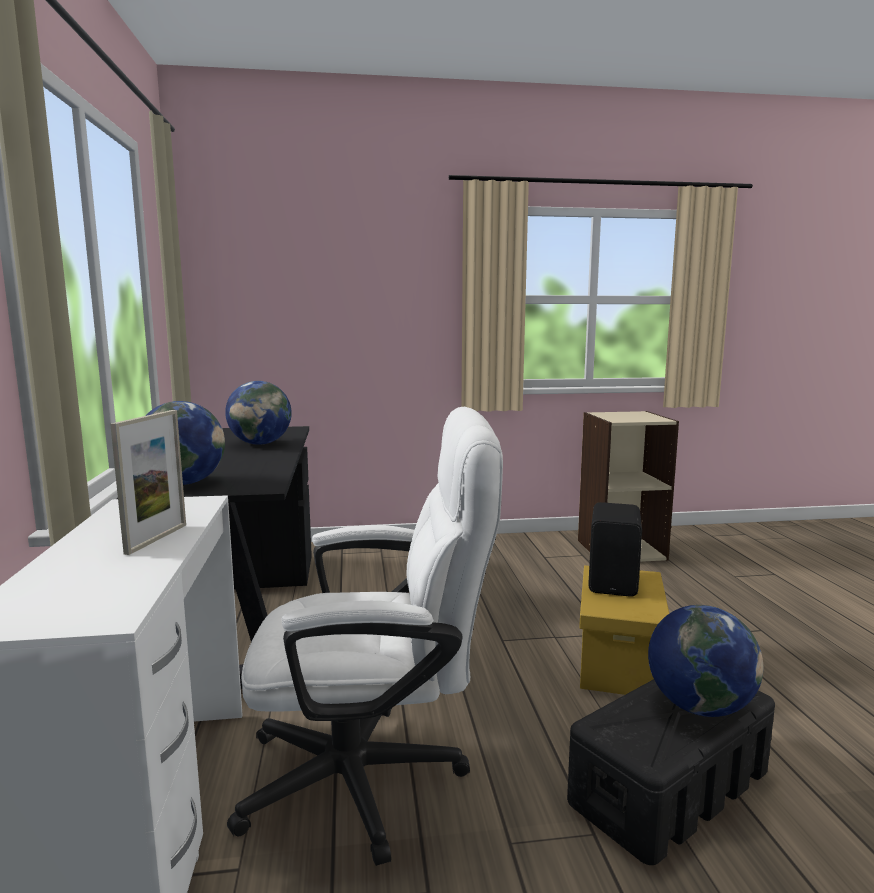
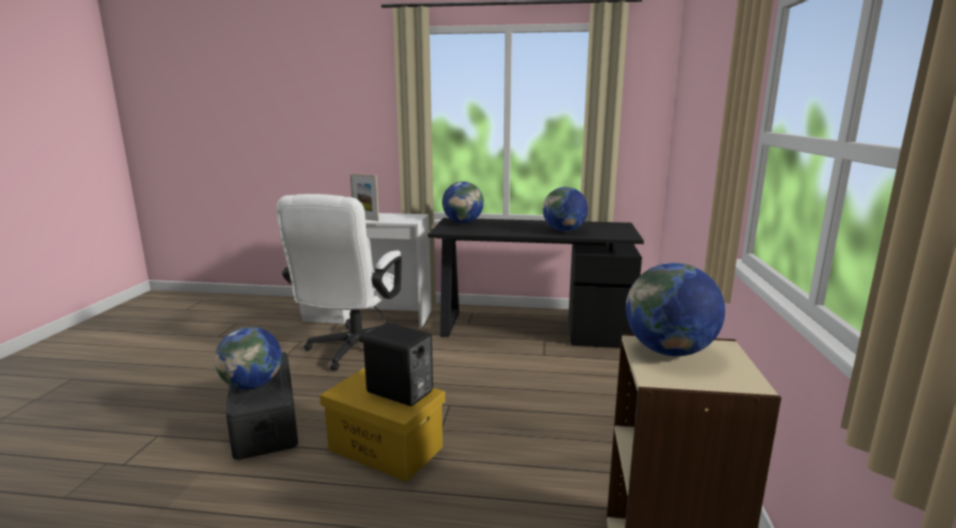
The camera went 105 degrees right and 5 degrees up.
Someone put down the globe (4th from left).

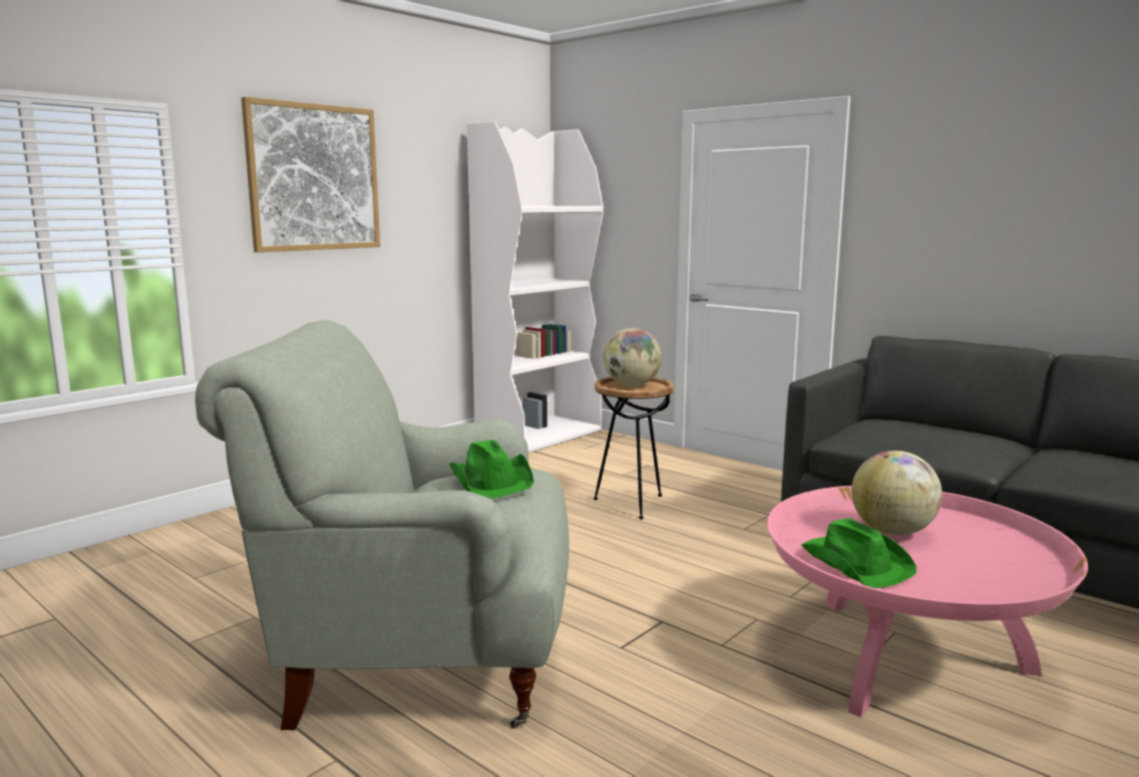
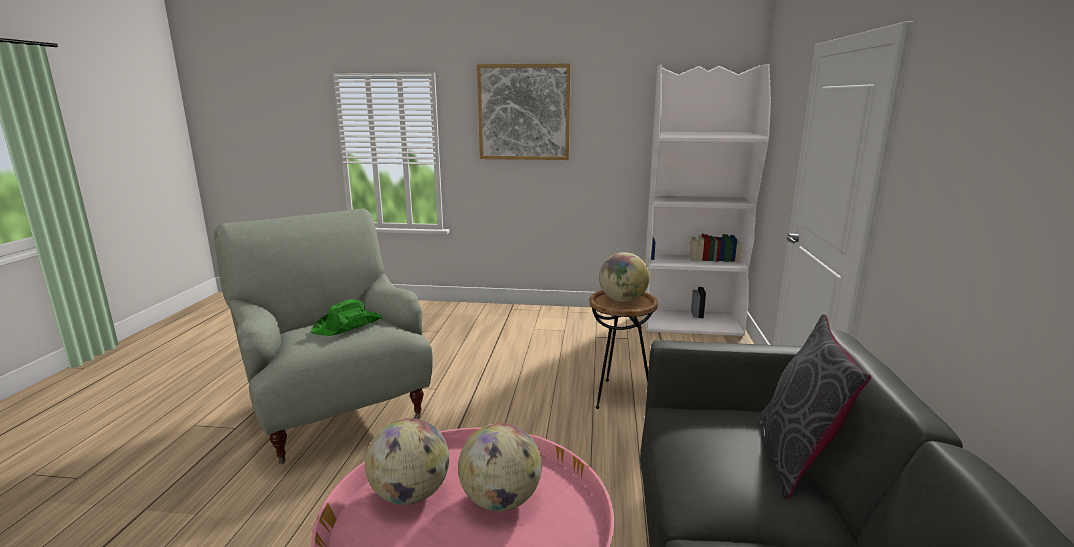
The camera went 55 degrees right and 5 degrees up.
Someone swapped the hat in green (2nd from left) for the globe (1st from left).
Someone put down the pillow in grey.

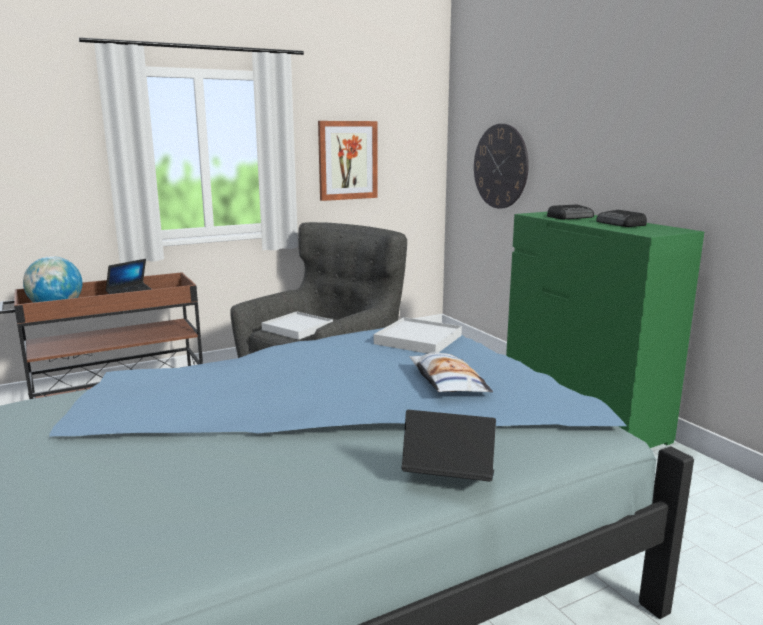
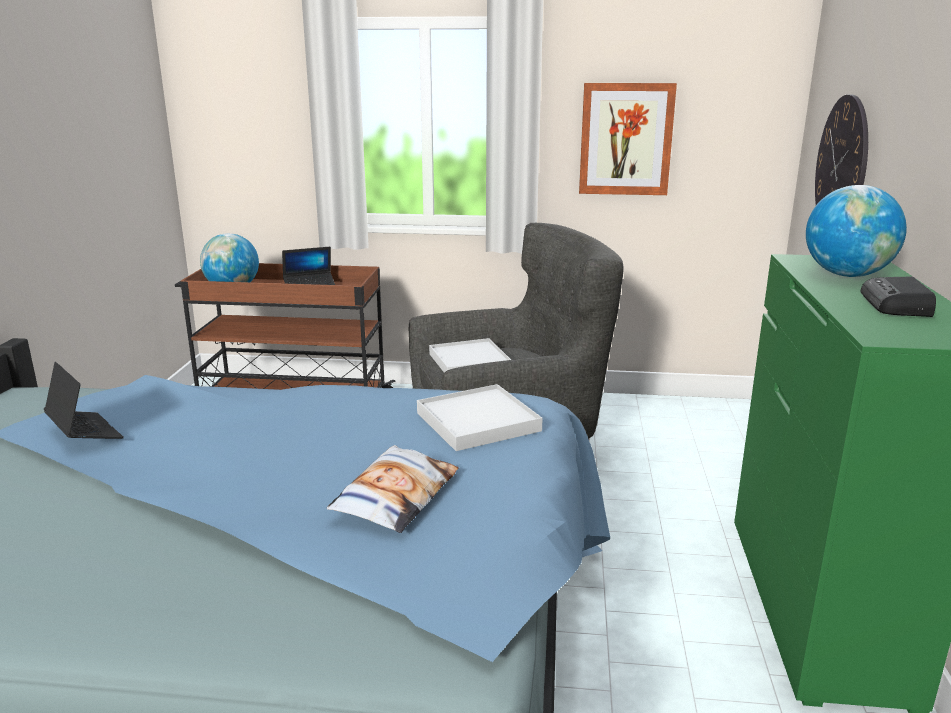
The camera went 35 degrees right and 5 degrees up.
Someone carried the laptop (2nd from left in the first image).
Someone swapped the radio (1st from left) for the globe (2nd from left).

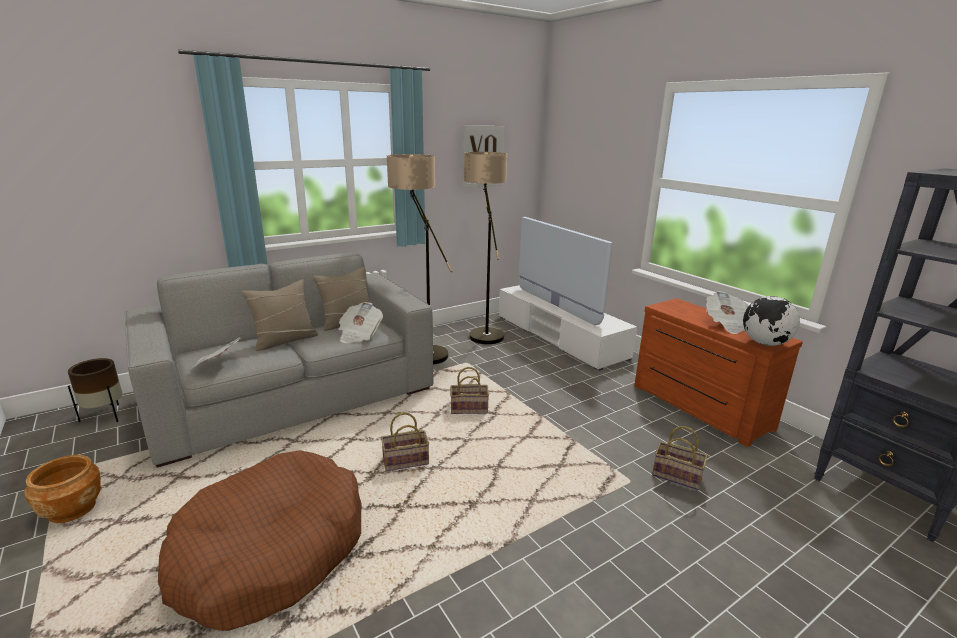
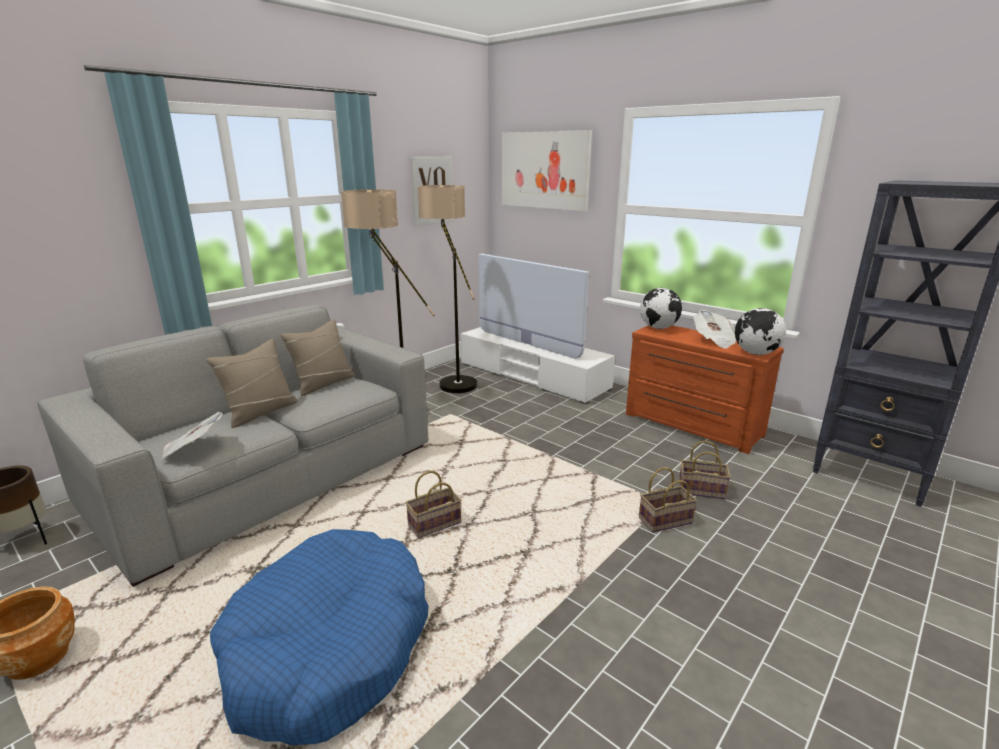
The camera went 15 degrees left and 0 degrees up.
Someone repainted the dog bed in brown, which became the dog bed in blue.
Someone put up the picture (2nd from left).
Someone carried the basket (2nd from left).
Someone put down the globe (1st from left).
Someone took away the newspaper (2nd from left).

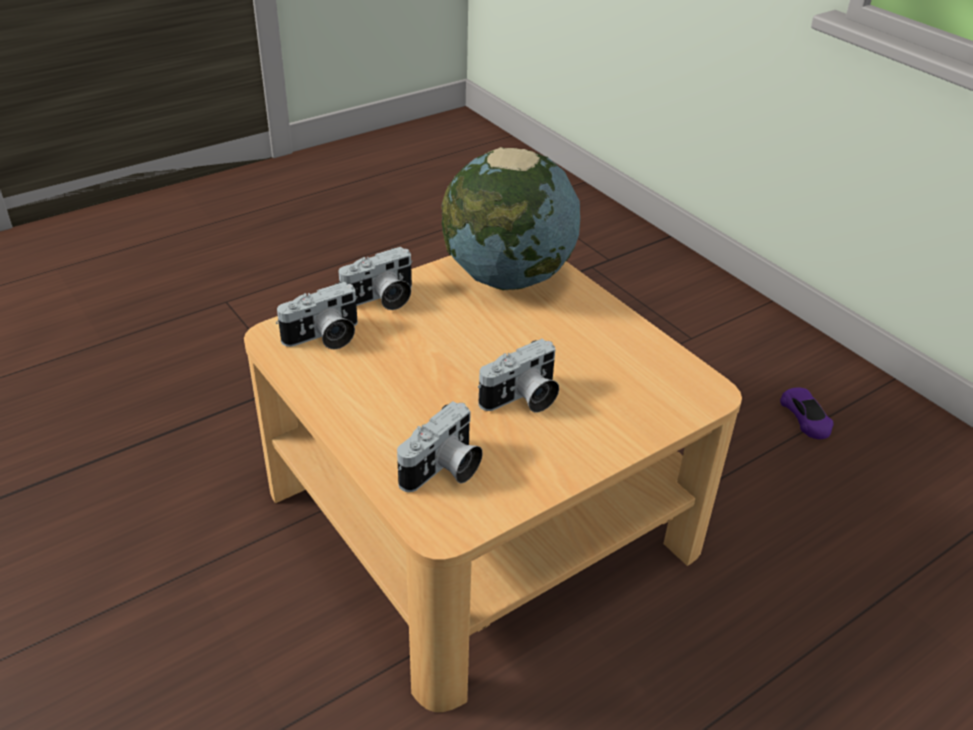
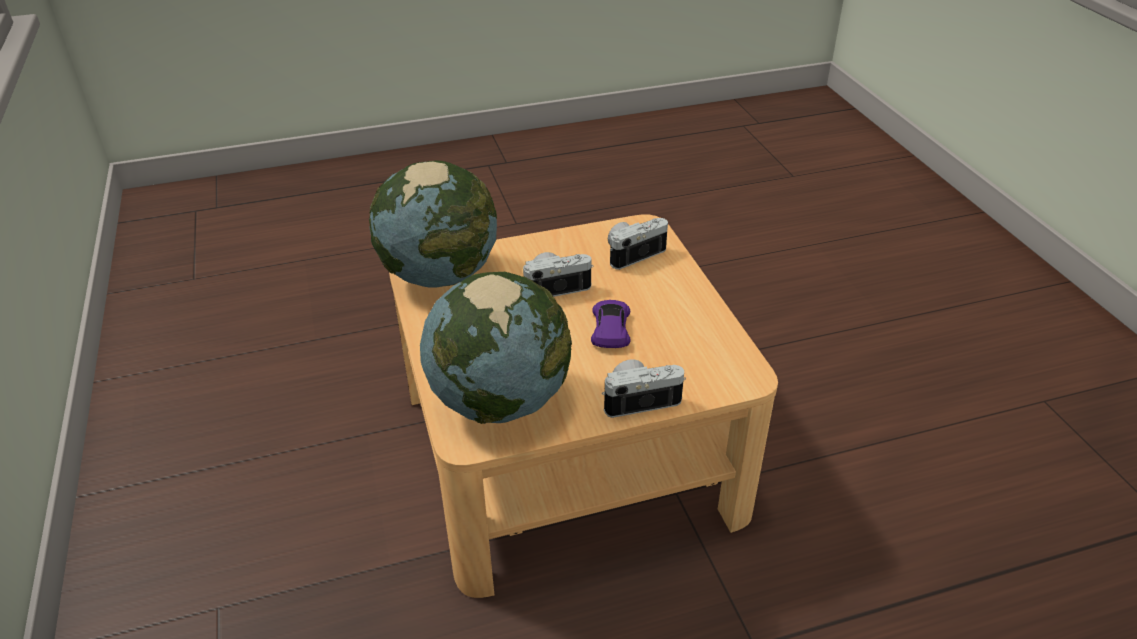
The camera went 160 degrees left and 0 degrees up.
Someone put down the globe (1st from left).
Someone carried the toy car in purple.
Someone took away the photo camera (1st from left).

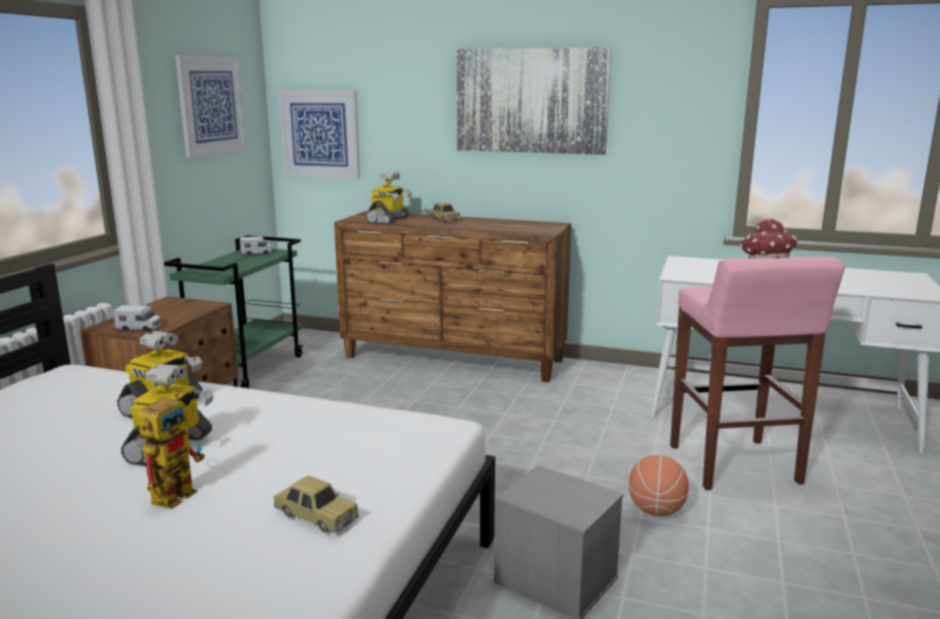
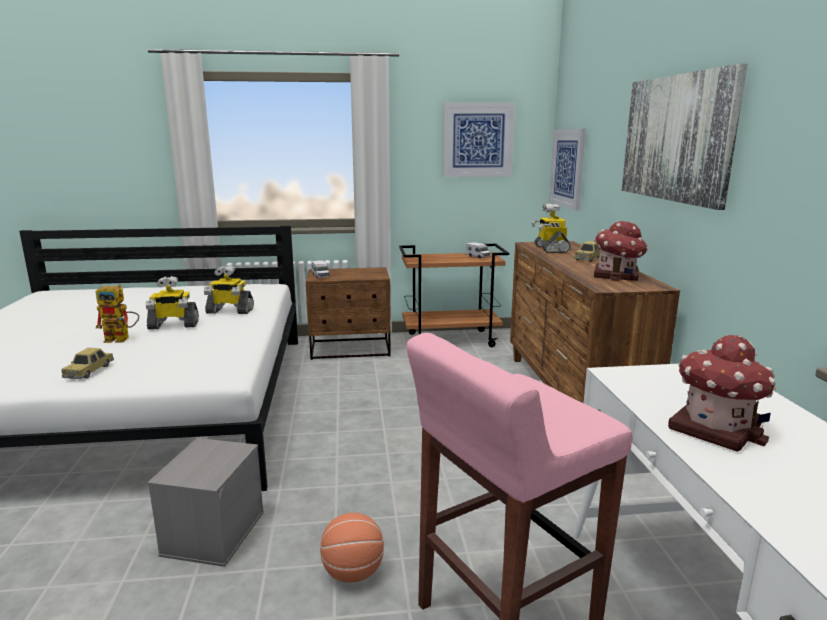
The camera went 65 degrees right and 0 degrees up.
Someone repainted the cart in green, which became the cart in brown.
Someone rotated the toy robot (4th from left) by 90 degrees clockwise.
Someone put down the toy house (1st from left).

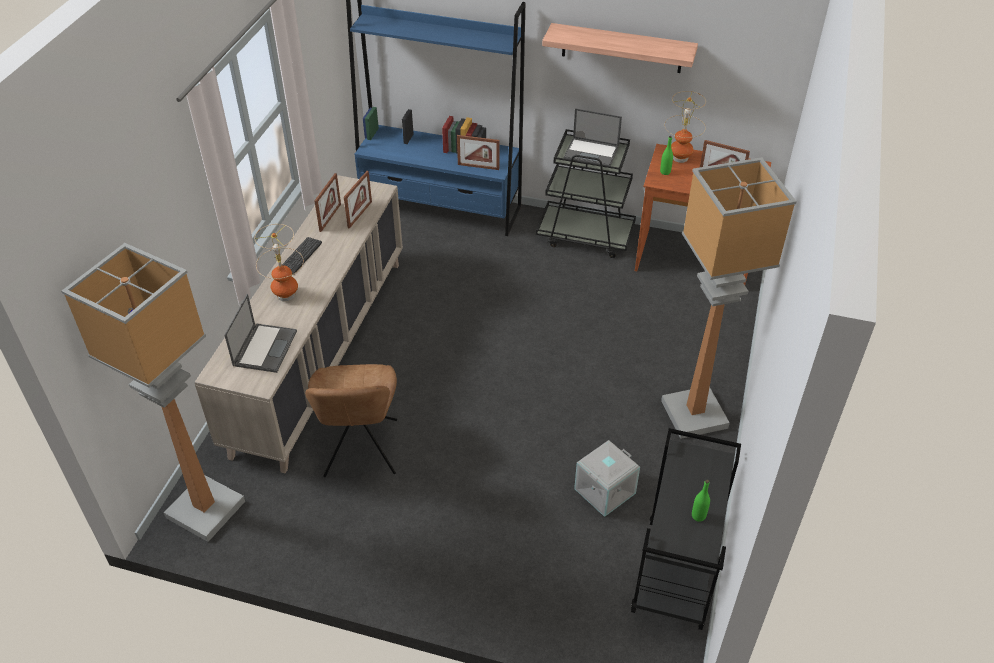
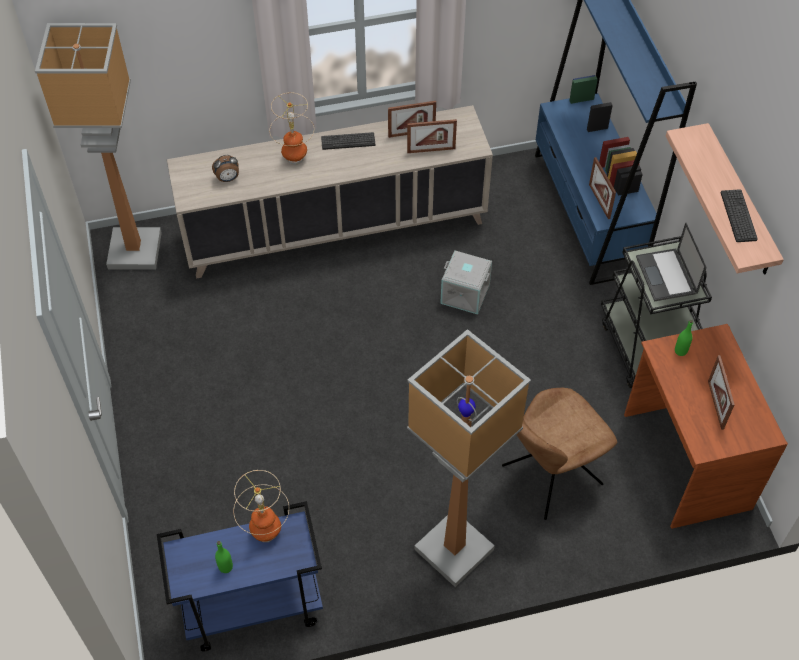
The camera went 60 degrees right and 10 degrees up.
Someone repainted the cart in black (2nd from left), which became the cart in blue.
Someone swapped the laptop (1st from left) for the alarm clock.
Someone carried the table lamp (2nd from left in the first image).
Someone carried the storage box in grey.
Someone carried the chair in brown.
Someone put down the keyboard (2nd from left).

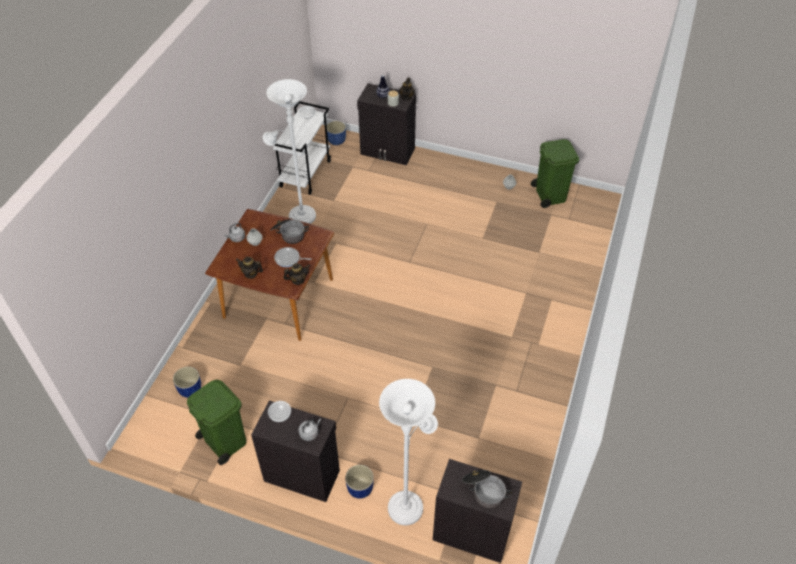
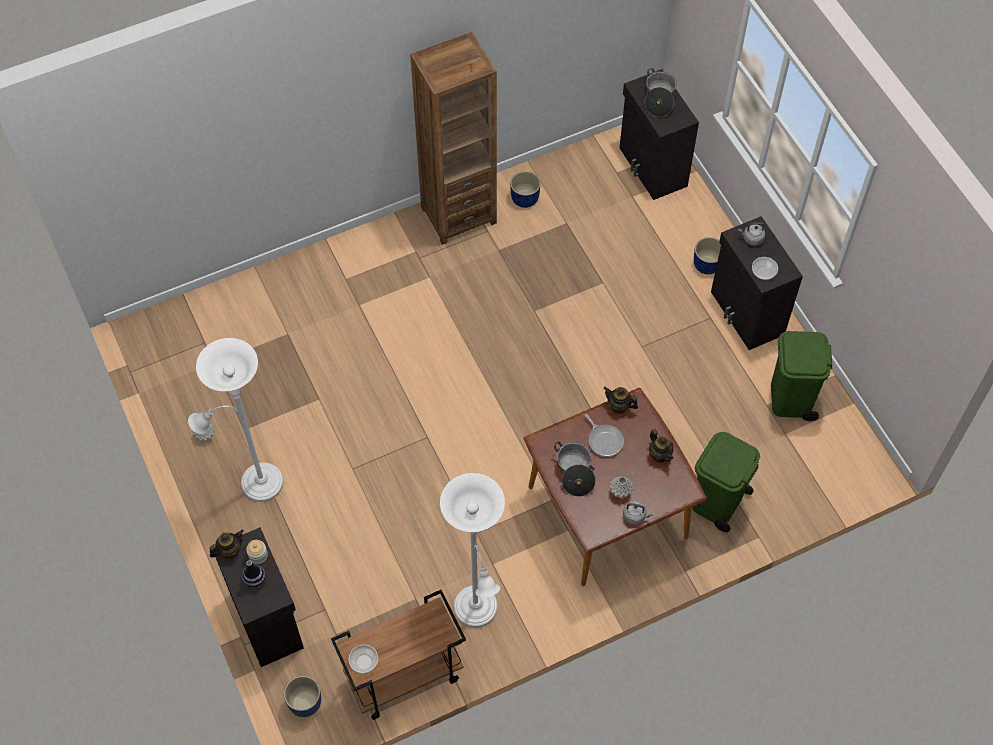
The camera went 135 degrees left and 10 degrees up.
Someone carried the floor lamp in white (2nd from left in the first image).
Someone repainted the cart in white, which became the cart in brown.
Someone put down the bookcase in brown.
Someone carried the planter in blue (1st from left in the first image).
Someone carried the trash can in green (2nd from left in the first image).

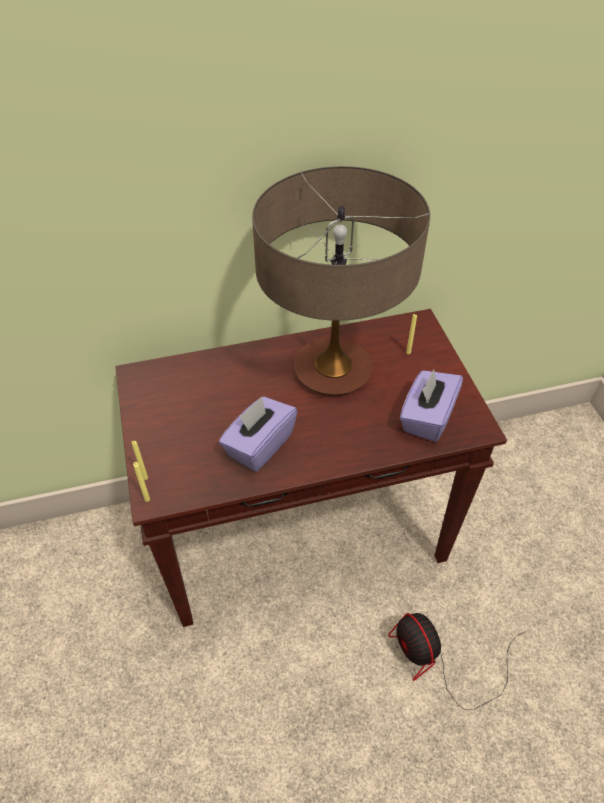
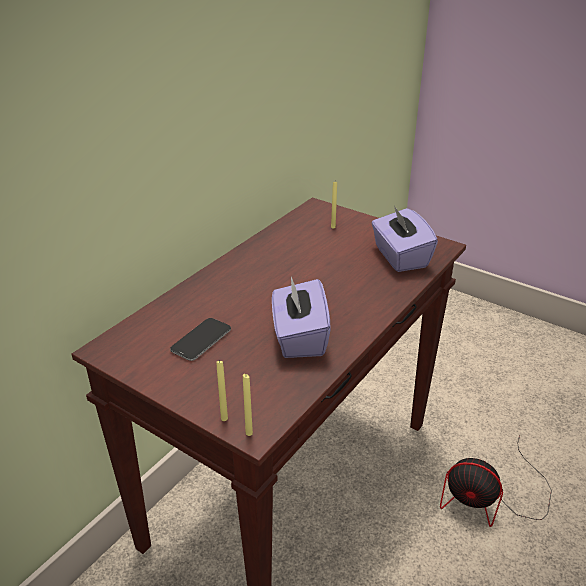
The camera went 40 degrees left and 15 degrees down.
Someone put down the phone.
Someone took away the table lamp.

